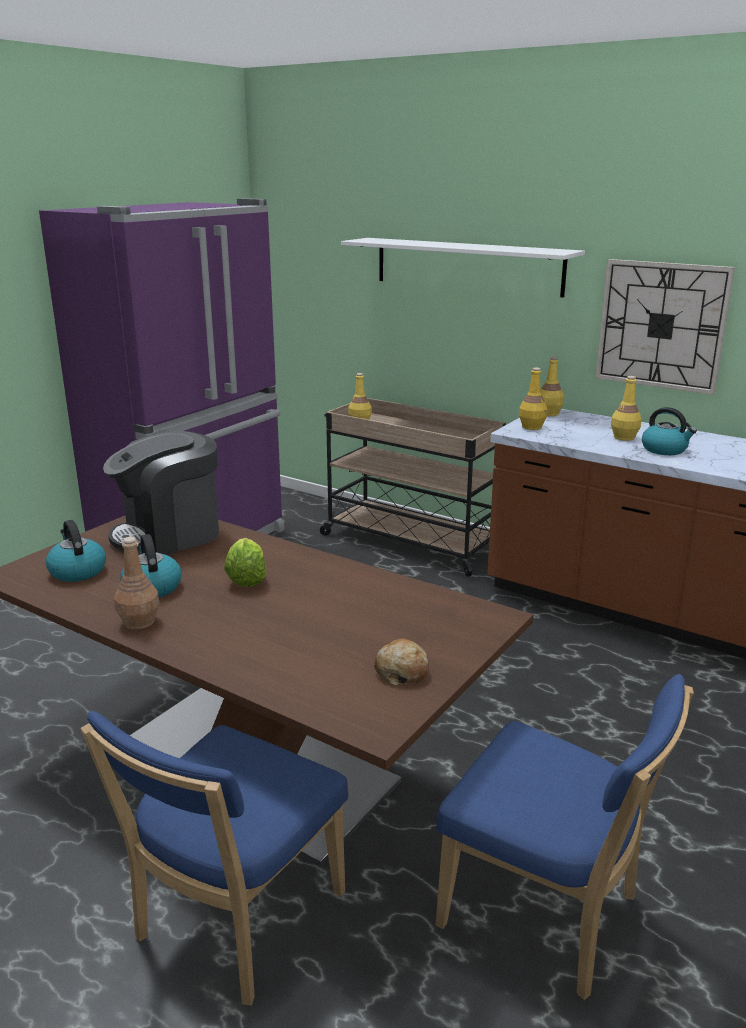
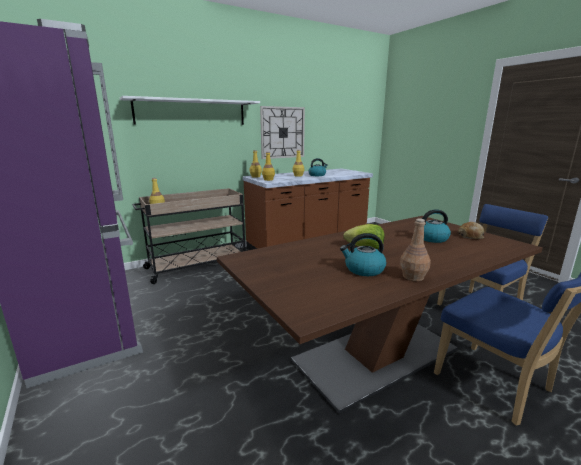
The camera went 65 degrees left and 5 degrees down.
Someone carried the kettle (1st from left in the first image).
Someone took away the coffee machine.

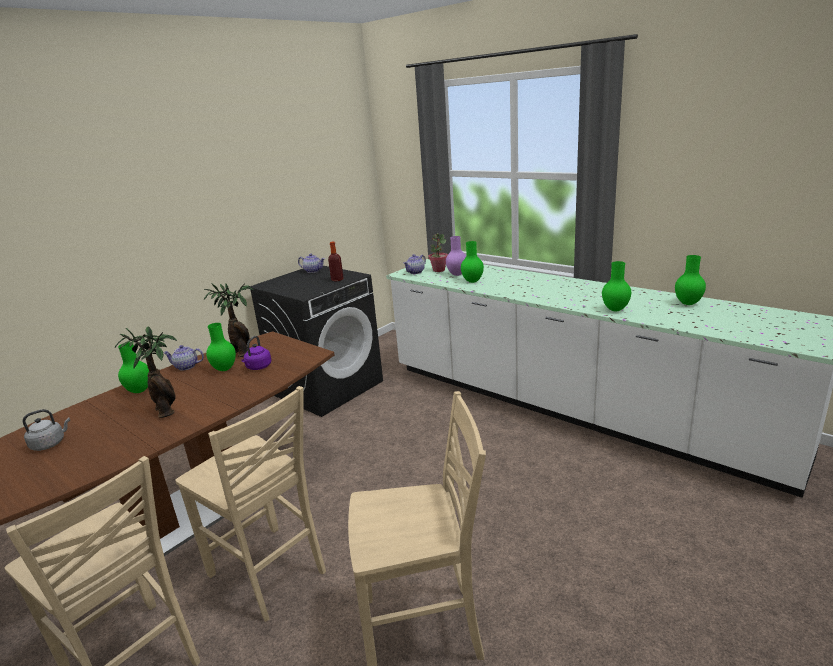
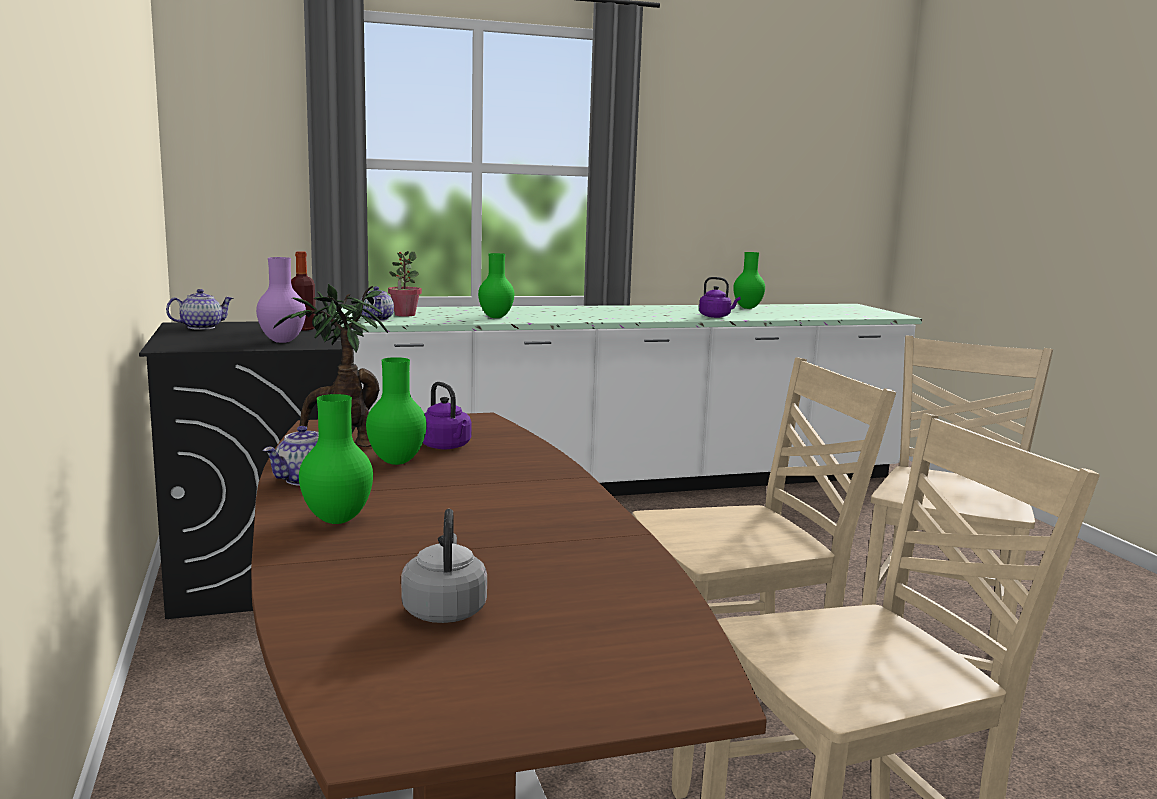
The camera went 60 degrees left and 10 degrees down.
Someone carried the vase in purple.
Someone swapped the vase in green (4th from left) for the kettle in purple (2nd from left).
Someone took away the potted plant (1st from left).

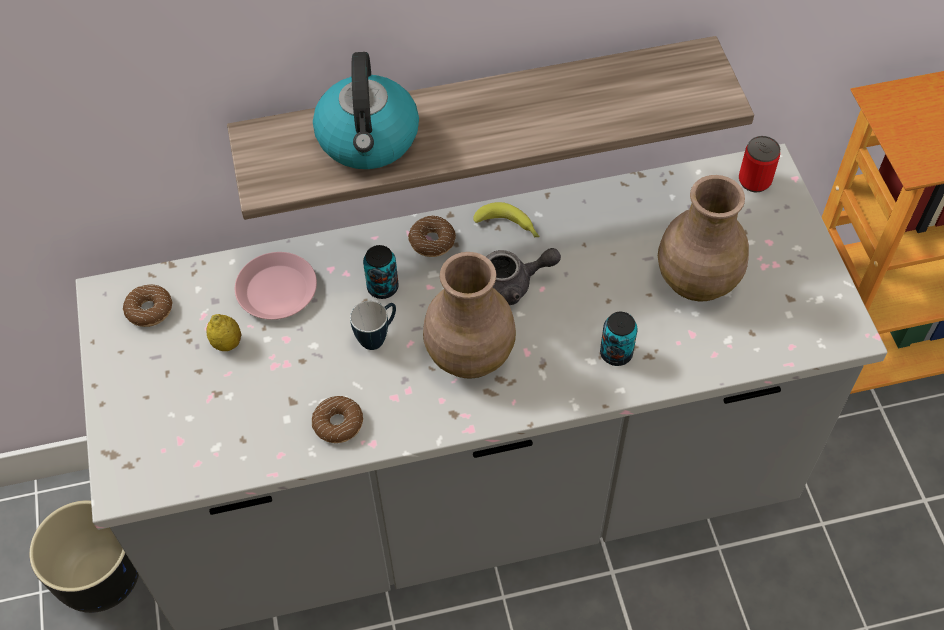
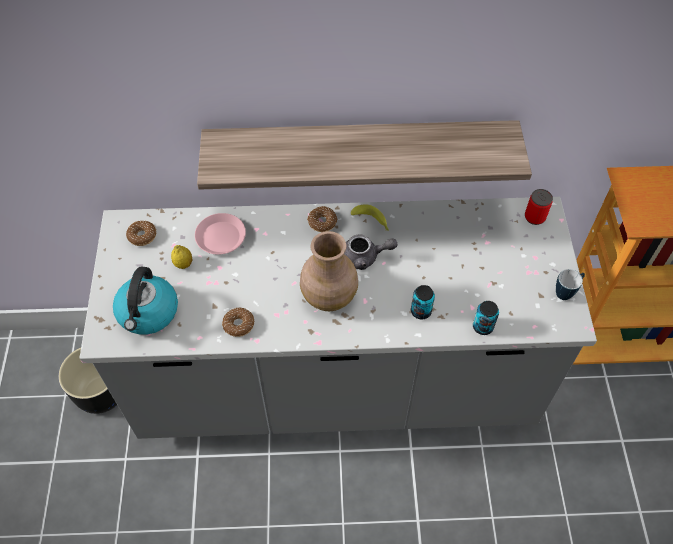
The camera went 10 degrees right and 0 degrees up.
Someone carried the kettle.
Someone carried the can (1st from left in the first image).
Someone carried the mug.
Someone took away the vase in brown (2nd from left).

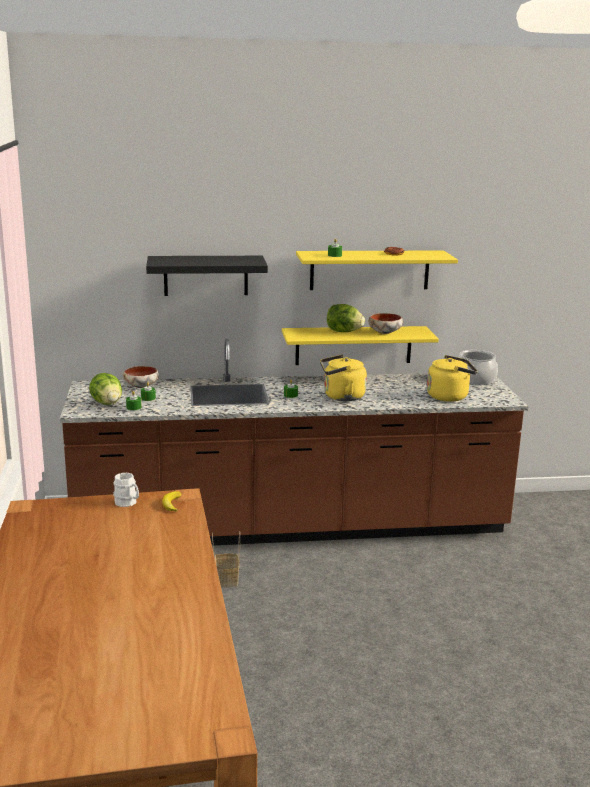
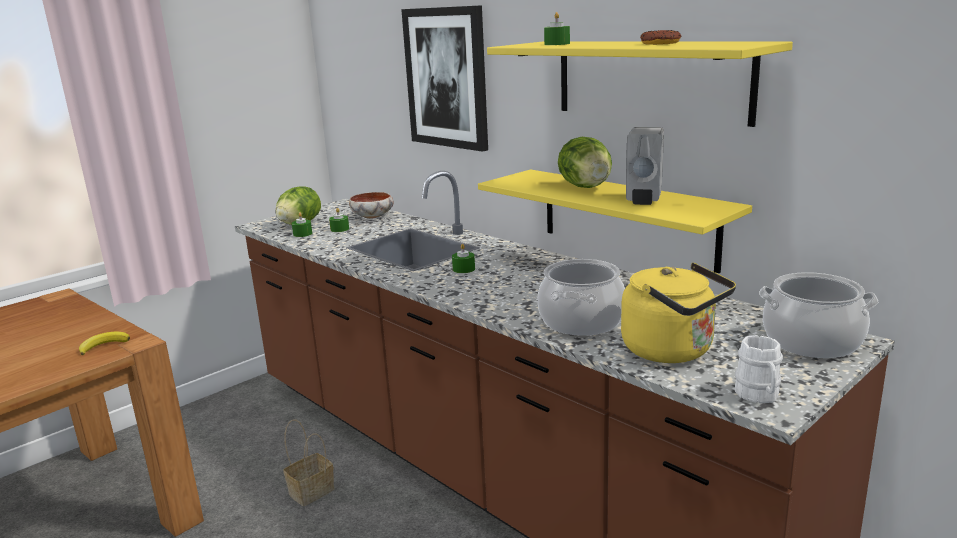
The camera went 55 degrees right and 0 degrees up.
Someone swapped the shelf in black for the picture.
Someone put down the cooking pot (1st from left).
Someone swapped the bowl (2nd from left) for the soap dispenser in white.
Someone carried the mug in white.
Someone took away the kettle in yellow (1st from left).

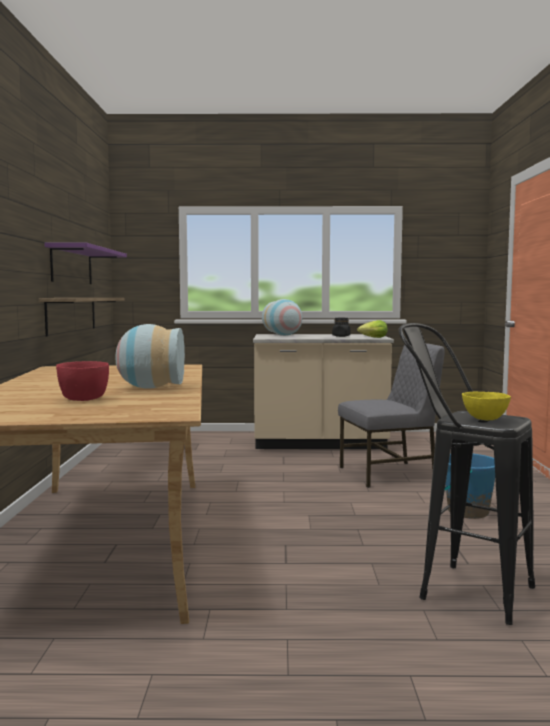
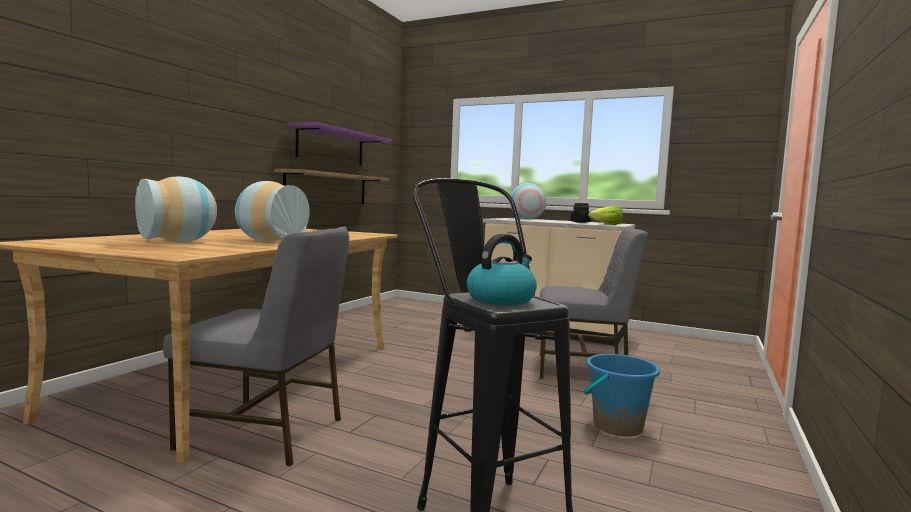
The camera went 25 degrees right and 0 degrees up.
Someone swapped the bowl in red for the vase (1st from left).
Someone put down the chair in grey (1st from left).
Someone swapped the bowl in yellow for the kettle.

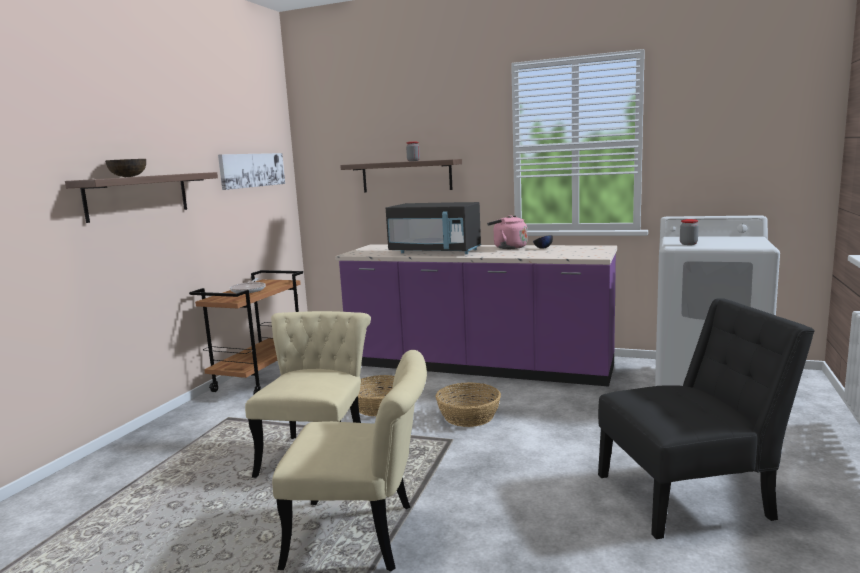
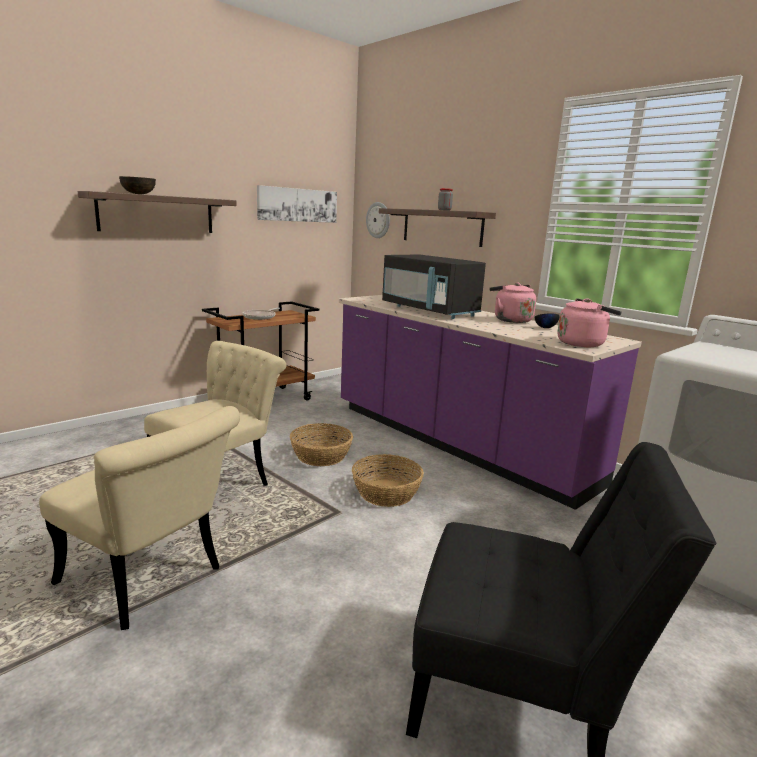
The camera went 25 degrees right and 5 degrees up.
Someone put up the wall clock.
Someone put down the kettle in pink (2nd from left).
Someone took away the jar (2nd from left).

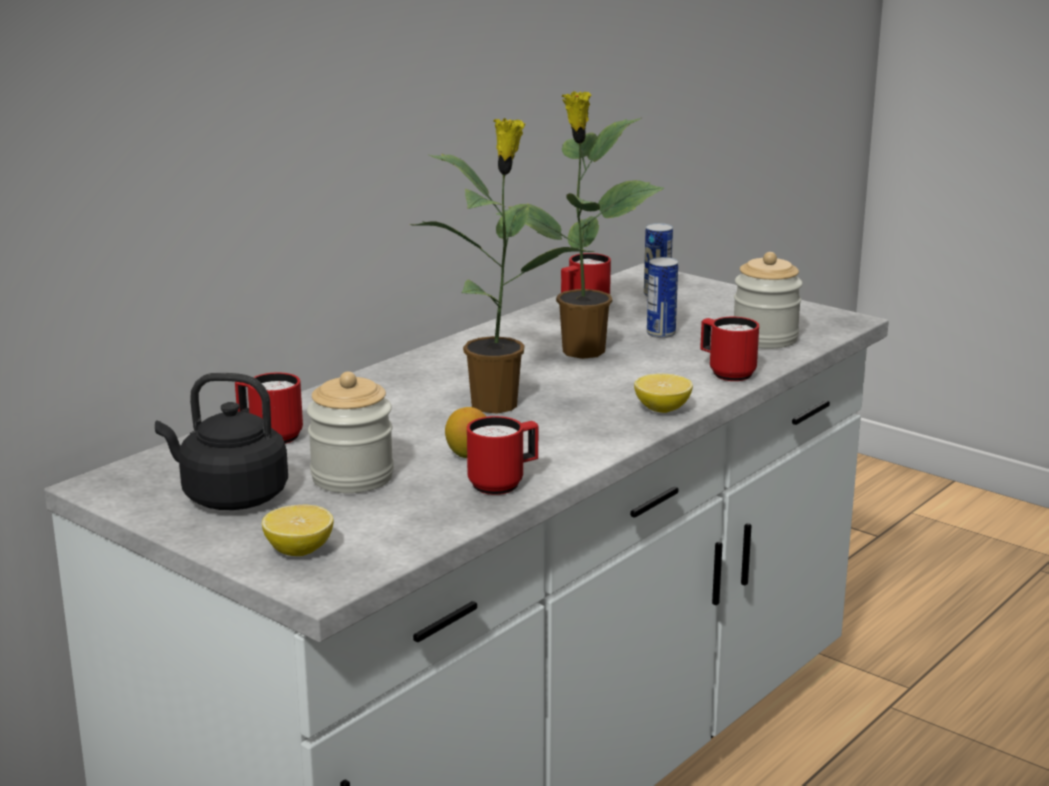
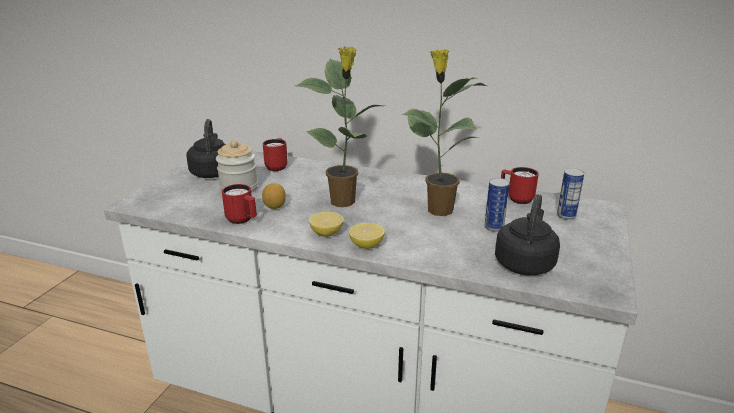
The camera went 70 degrees right and 5 degrees up.
Someone carried the lemon (1st from left in the first image).
Someone swapped the jar (2nd from left) for the kettle in black (2nd from left).
Someone took away the mug in red (4th from left).

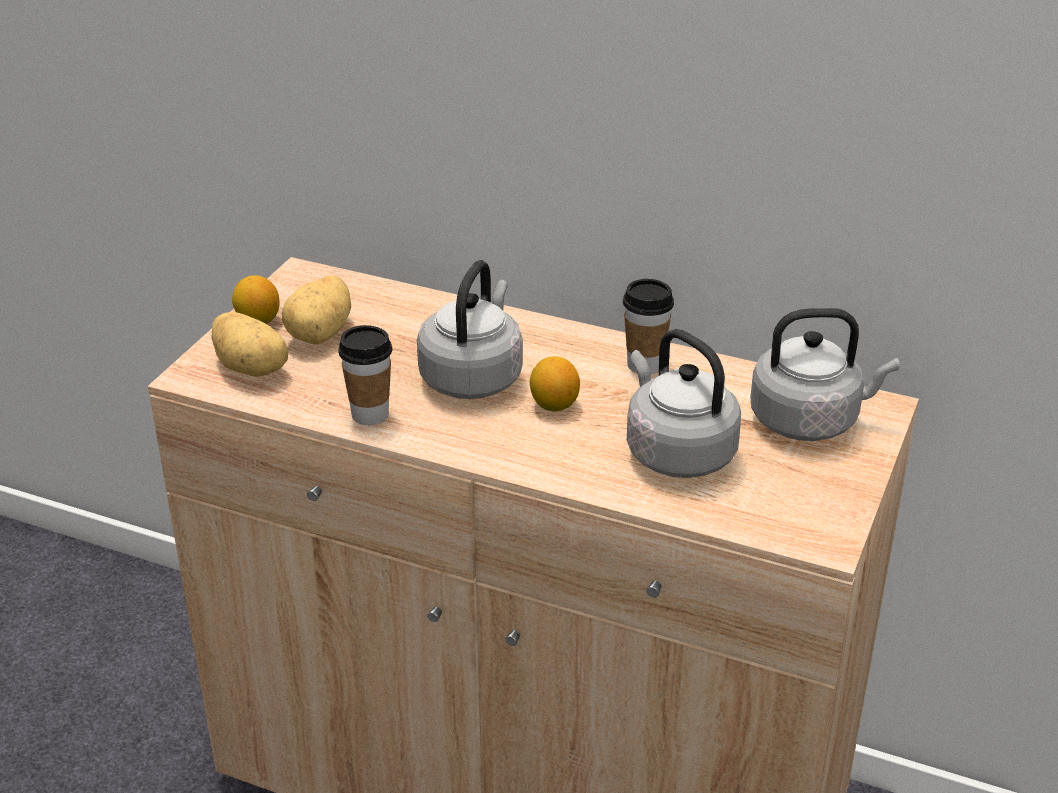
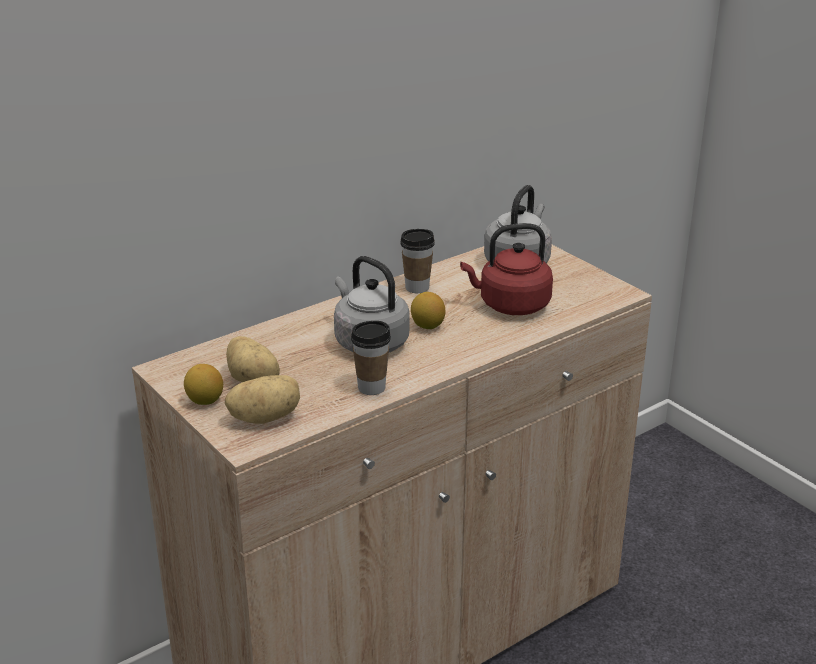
The camera went 60 degrees left and 5 degrees down.
Someone repainted the kettle in grey (2nd from left), which became the kettle in red.

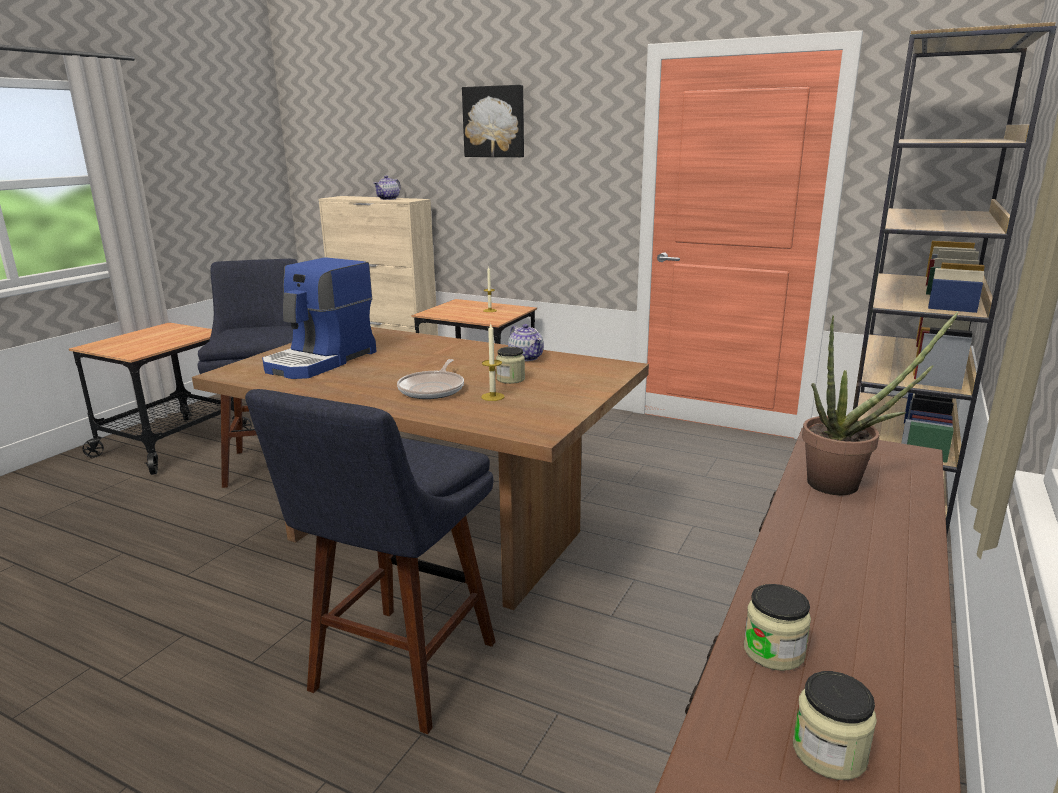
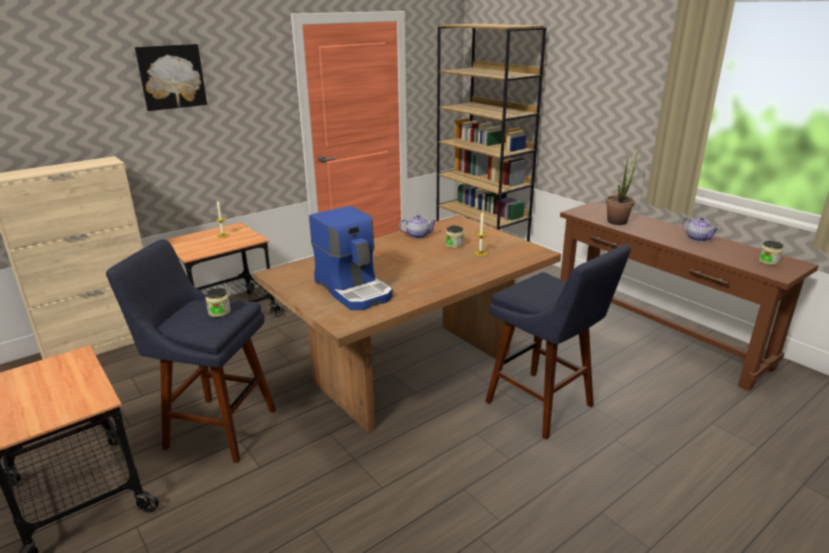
The camera went 65 degrees left and 5 degrees up.
Someone carried the jar (2nd from left in the first image).
Someone carried the teapot (1st from left in the first image).
Someone took away the frying pan.

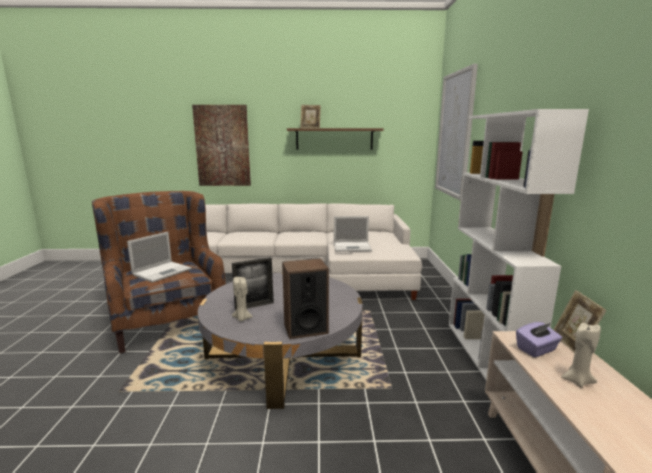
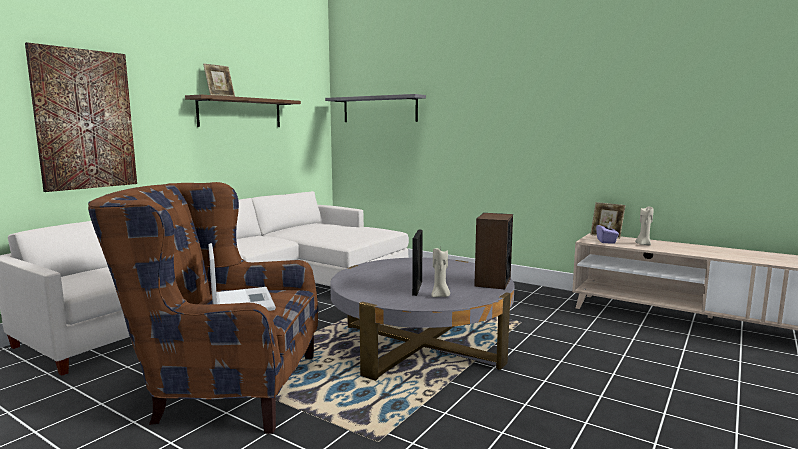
The camera went 55 degrees left and 5 degrees down.
Someone swapped the picture (2nd from left) for the shelf in grey.
Someone took away the laptop (2nd from left).
Someone took away the bookcase in white.

